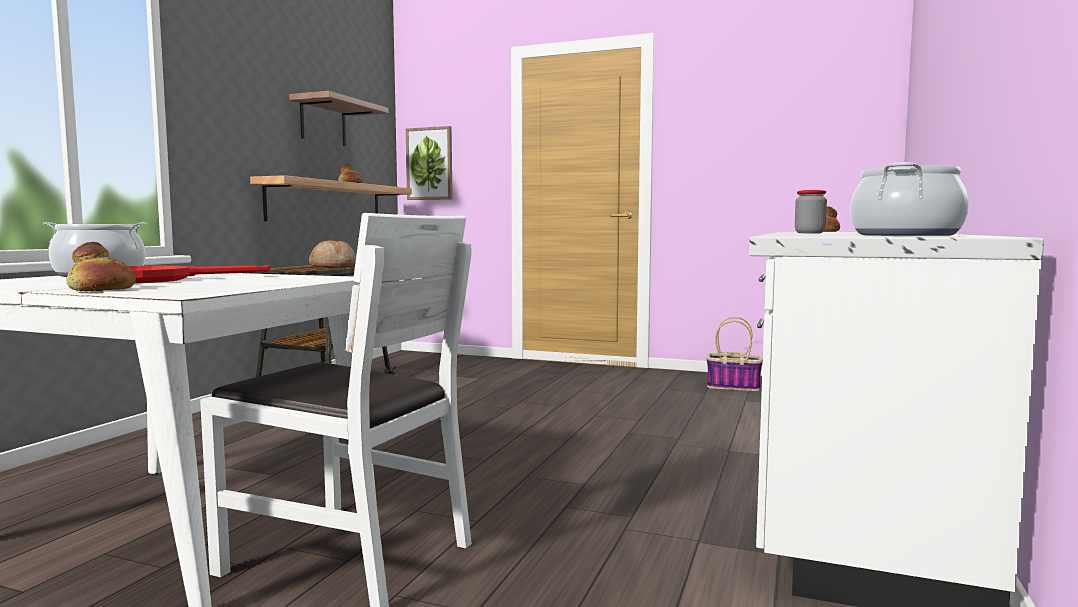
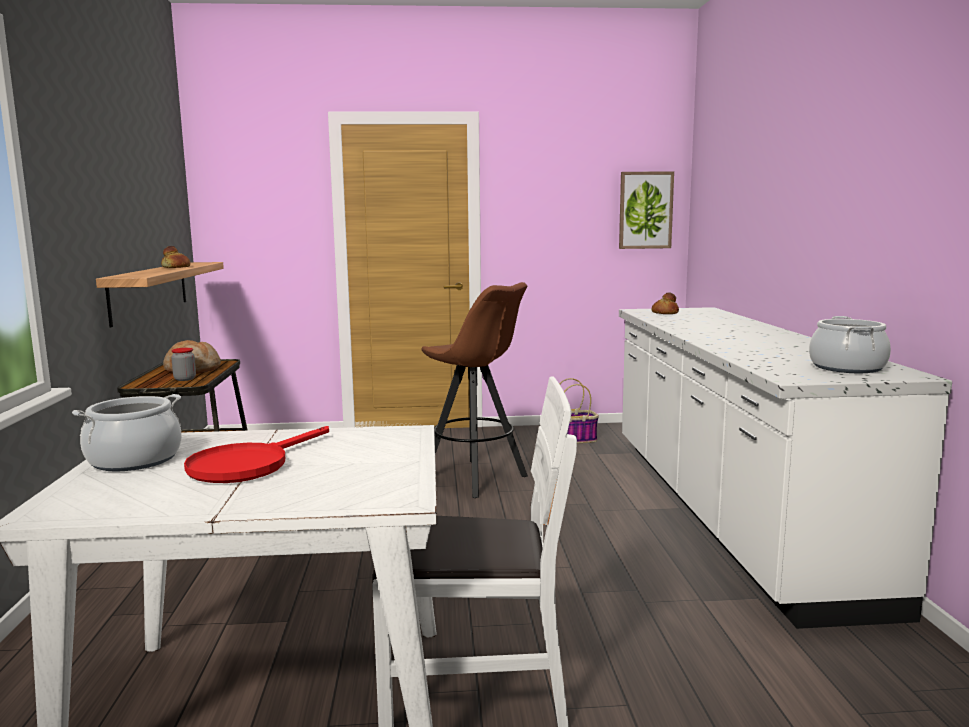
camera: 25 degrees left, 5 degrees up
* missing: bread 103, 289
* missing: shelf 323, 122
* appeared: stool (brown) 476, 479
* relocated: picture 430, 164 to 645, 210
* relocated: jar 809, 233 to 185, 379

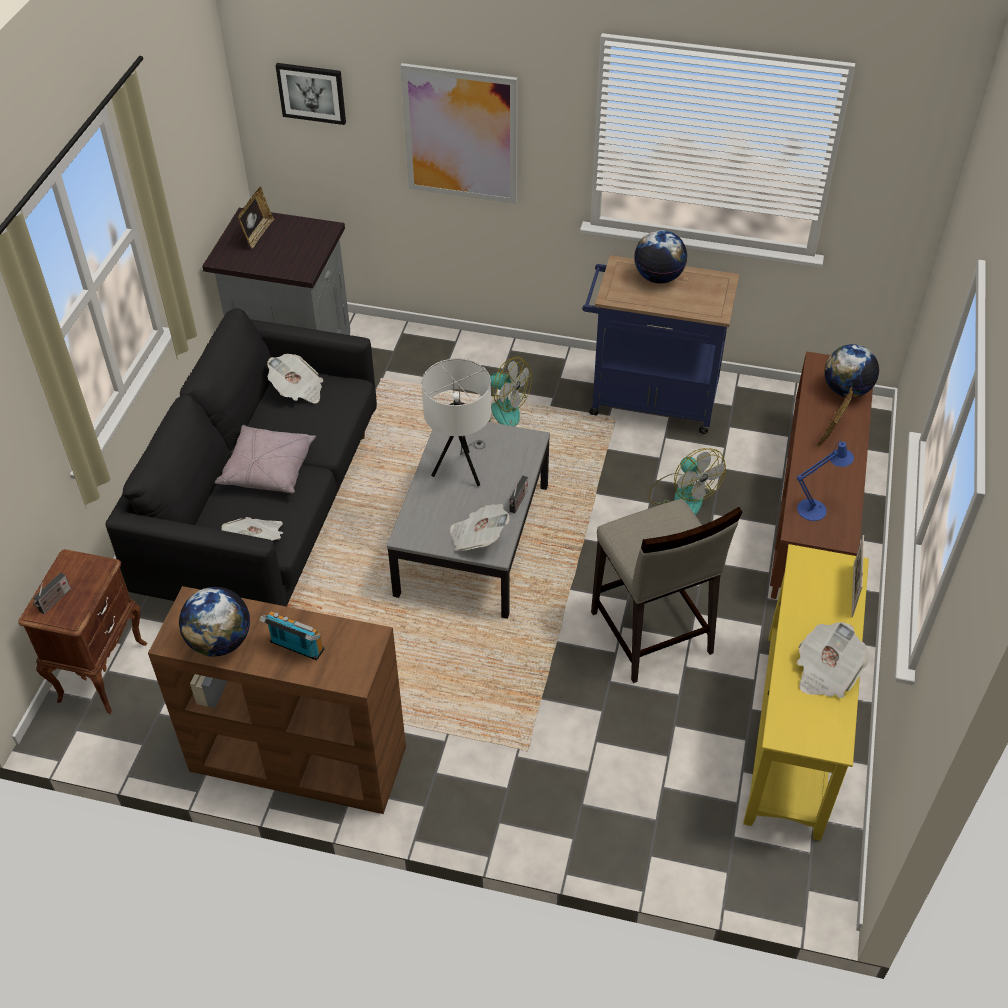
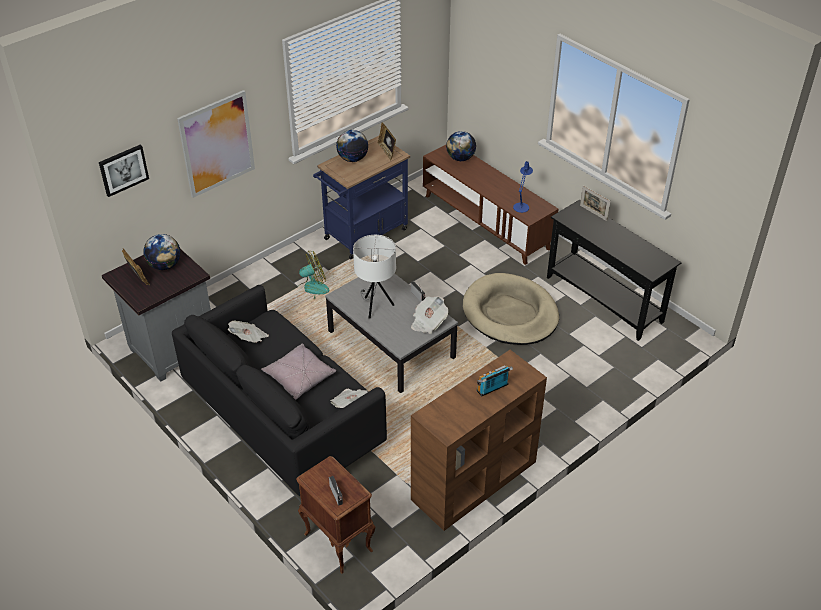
camera: 55 degrees left, 5 degrees down
* missing: fan 682, 495
* missing: newspaper 825, 672
* relocated: globe 220, 642 to 164, 265
* relocated: picture frame 831, 432 to 387, 151
* exchanged: stool (beige) 651, 633 to dog bed (beige) 510, 313
* colour: console table (yellow) 793, 734 to console table (black) 604, 299

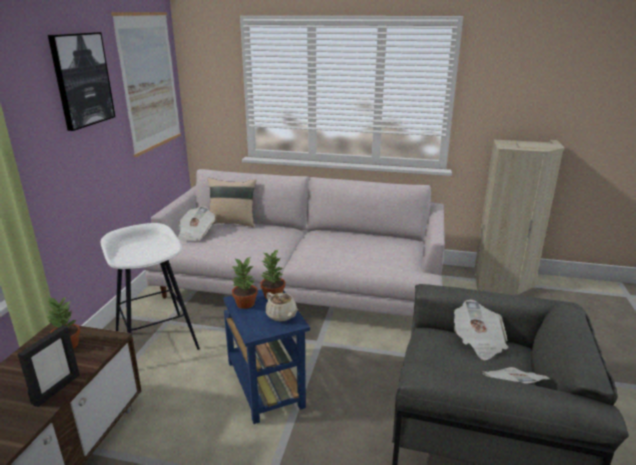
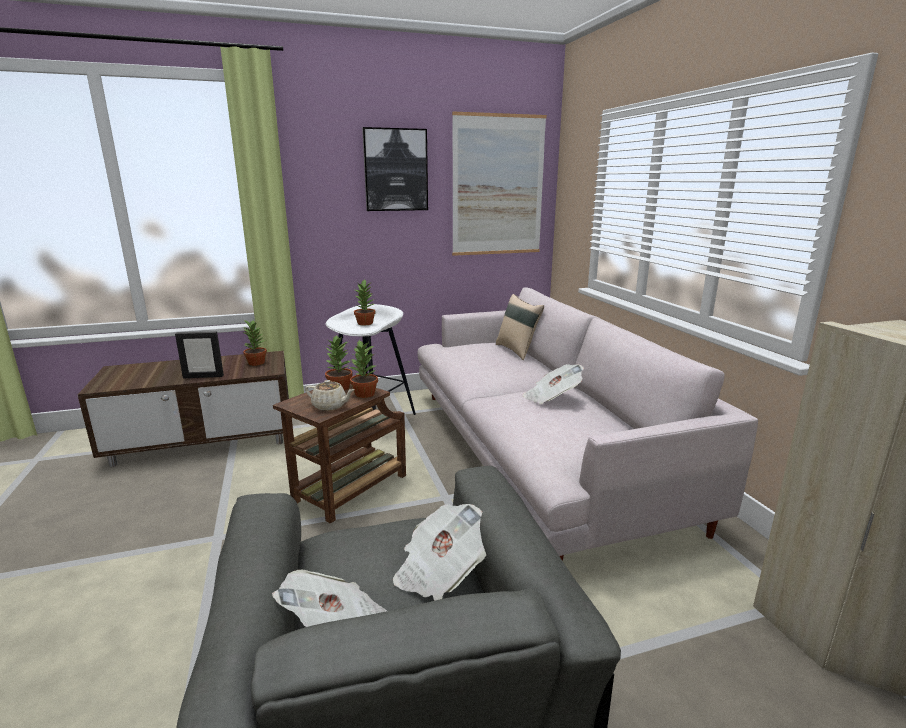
camera: 60 degrees right, 5 degrees down
* appeared: potted plant 365, 323
* relocated: newspaper 195, 234 to 551, 398
* colour: side table (blue) 265, 386 to side table (brown) 348, 490
* spun: teapot (beige) 282, 315 = 330, 406 90 degrees counterclockwise

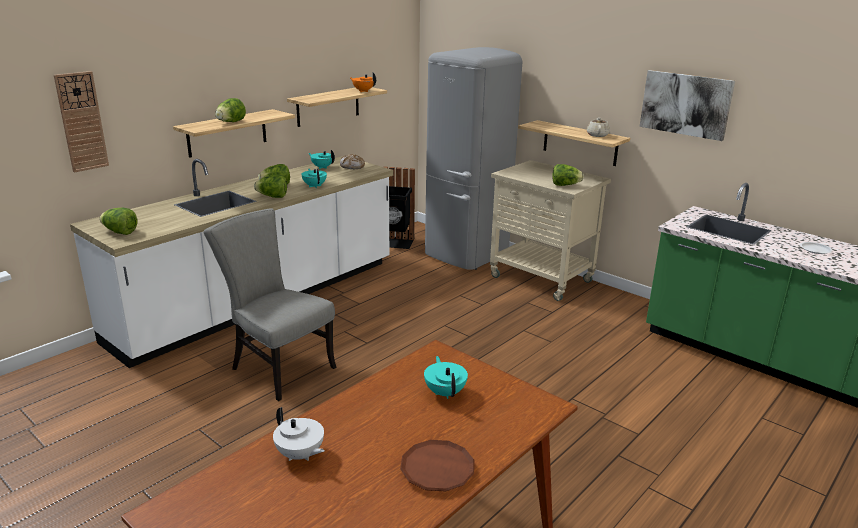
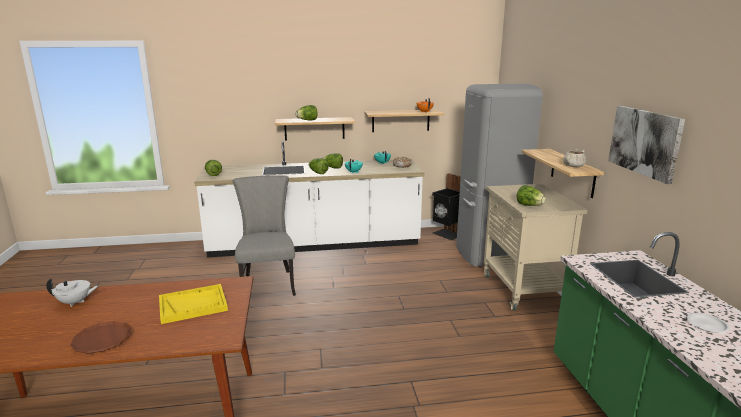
camera: 40 degrees right, 5 degrees down
* missing: wall clock 81, 122
* exchanged: teapot (turquoise) 445, 392 to tray (yellow) 193, 305
* spun: teapot (white) 300, 455 = 75, 302 90 degrees counterclockwise

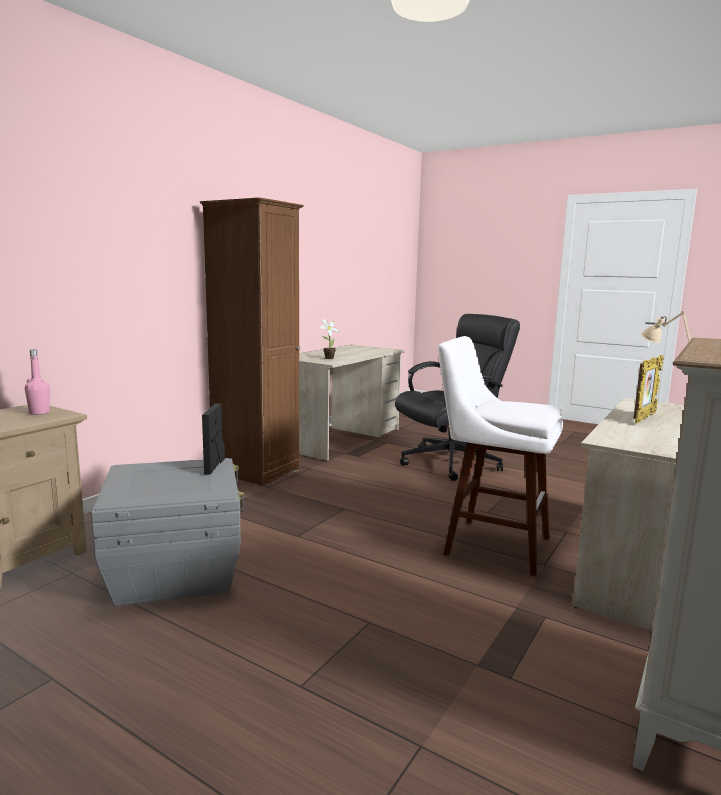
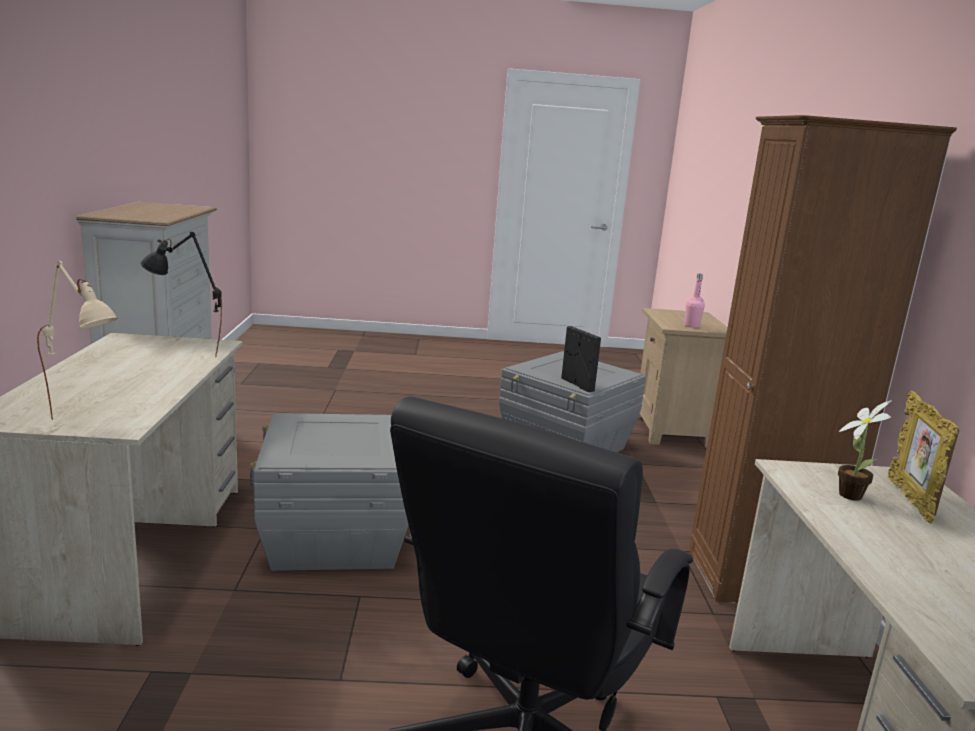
camera: 145 degrees right, 5 degrees up
* appeared: table lamp (black) 185, 356
* relocated: picture frame 644, 418 to 910, 500
* exchanged: stool (white) 490, 544 to storage box (grey) 334, 539

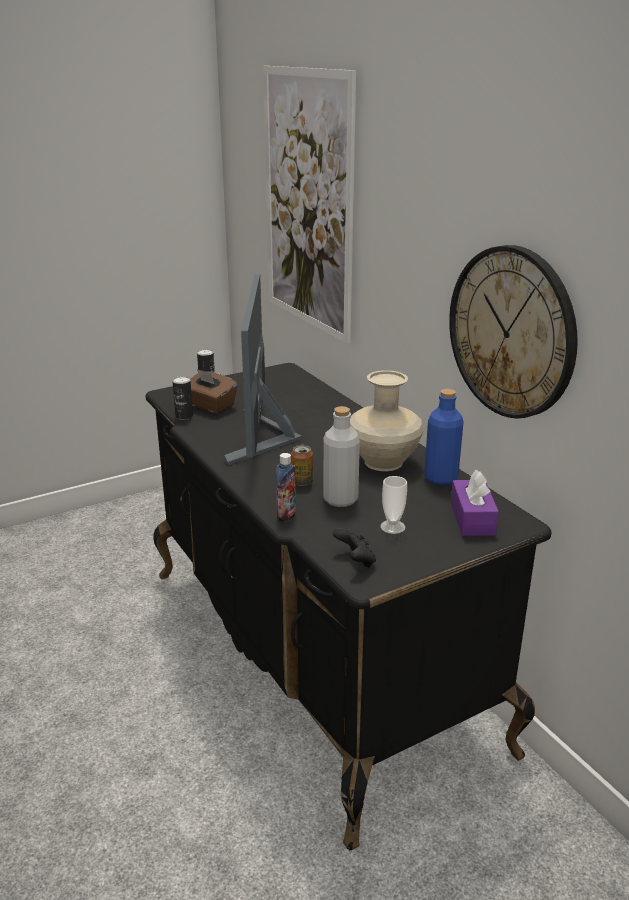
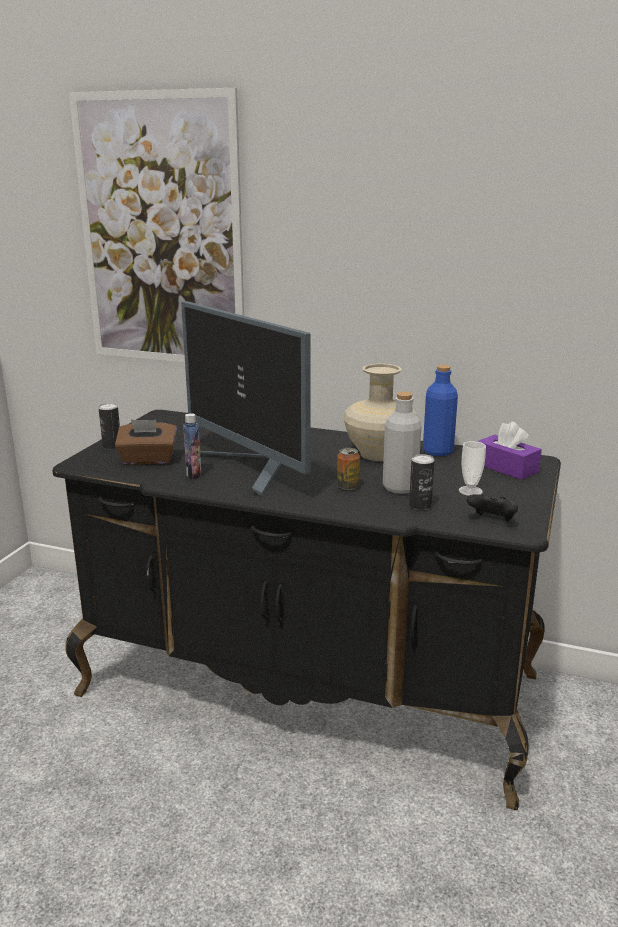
camera: 40 degrees left, 5 degrees down
* missing: wall clock 511, 332
* relocated: can 184, 416 to 420, 505
* relocated: bottle 286, 515 to 193, 474

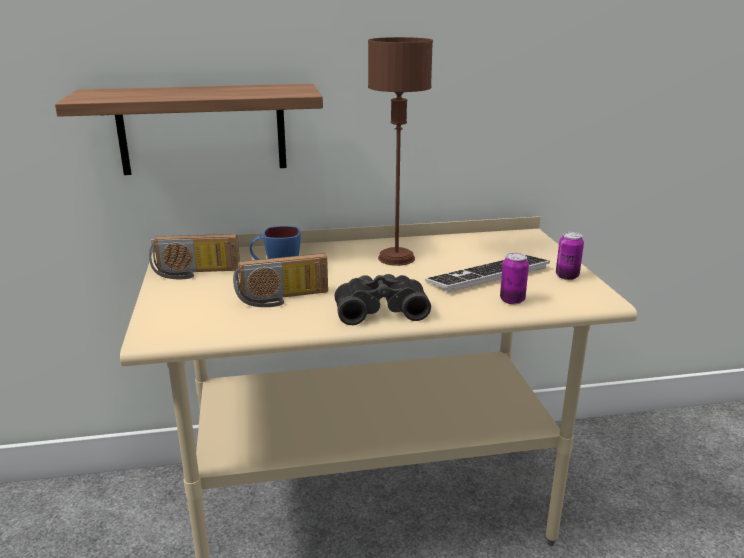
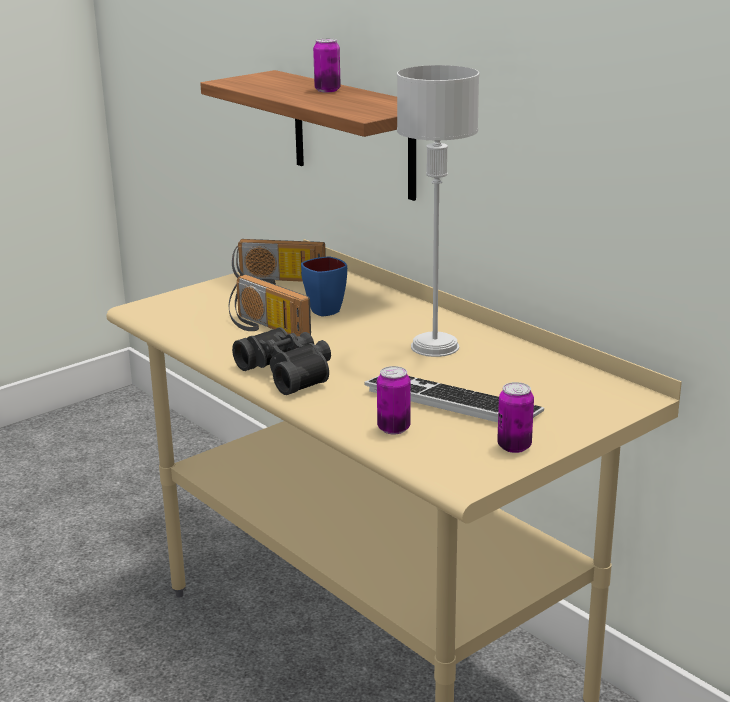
camera: 60 degrees right, 0 degrees up
* appeared: can 327, 90
* colour: table lamp (brown) 395, 258 to table lamp (grey) 434, 346
* spun: radio 195, 273 = 277, 281 45 degrees counterclockwise

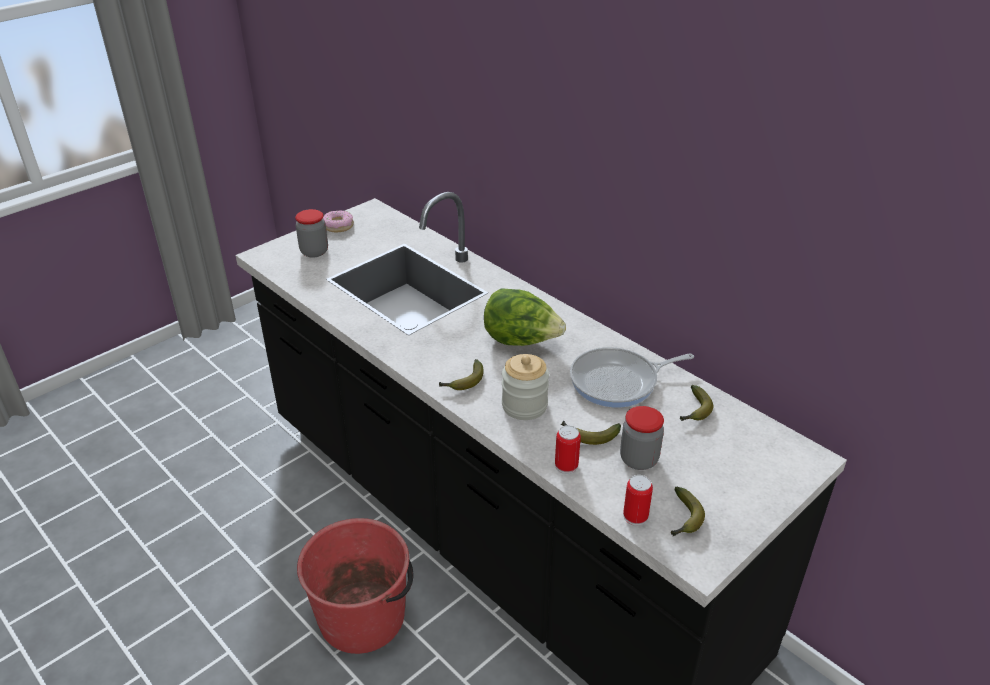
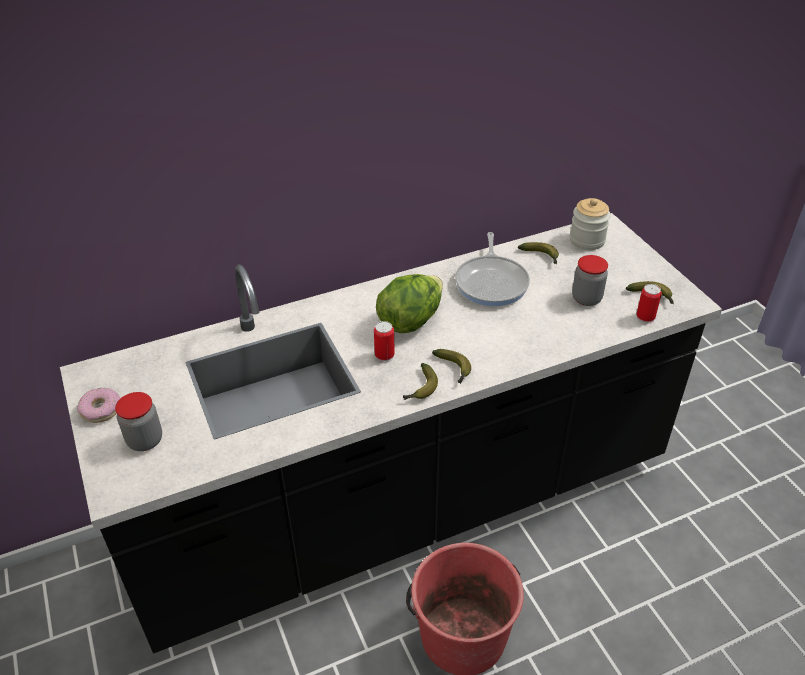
camera: 70 degrees left, 5 degrees up
* relocated: jar 524, 406 to 587, 240
* relocated: can 566, 466 to 384, 355
* relocated: banana 588, 436 to 420, 388

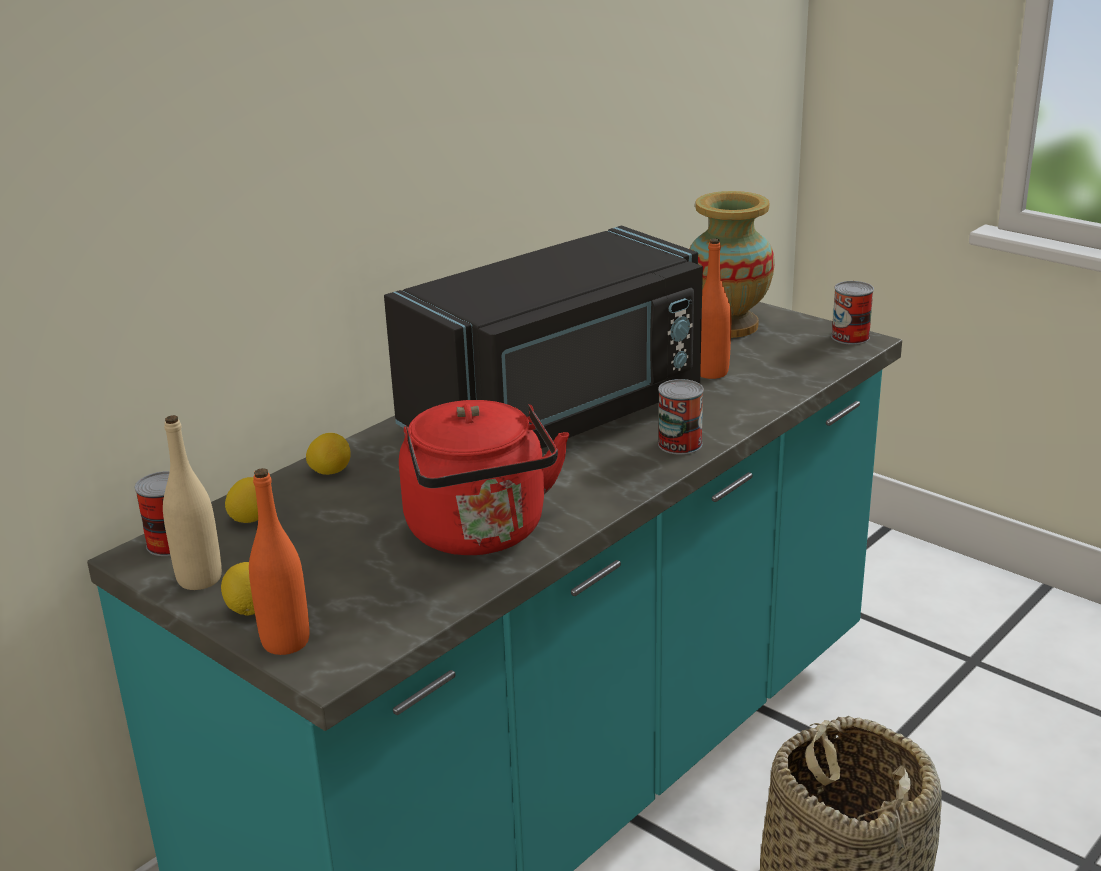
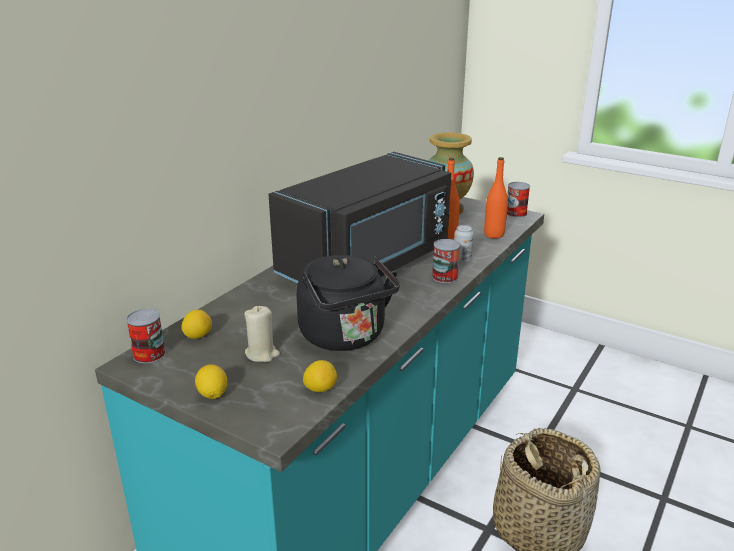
camera: 10 degrees left, 0 degrees up
* missing: bottle (beige) 199, 579
* appeared: candle (beige) 262, 354
* appeared: can 462, 259
* relocated: bottle (orange) 285, 642 to 494, 235
* relocated: lemon 330, 472 to 320, 389
* colour: kettle (red) 480, 534 to kettle (black) 346, 337

